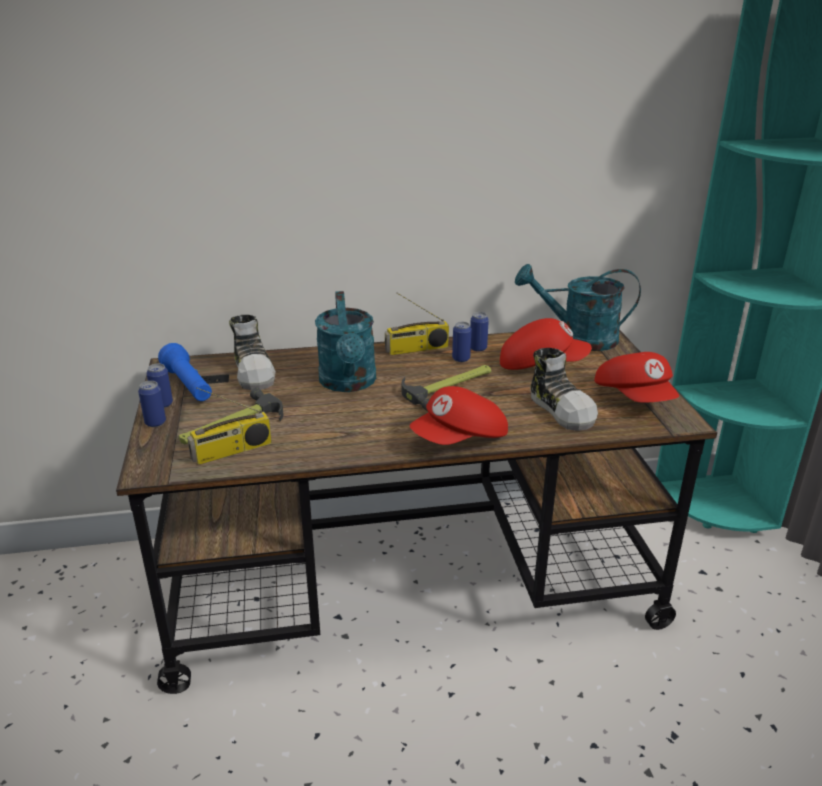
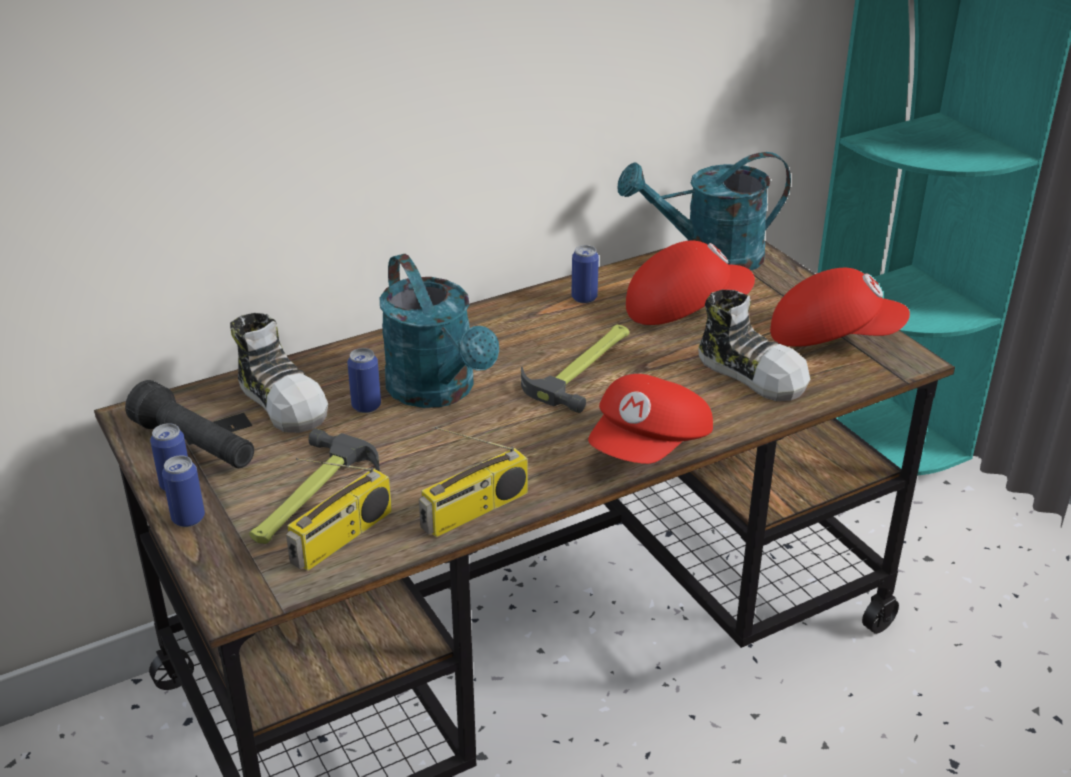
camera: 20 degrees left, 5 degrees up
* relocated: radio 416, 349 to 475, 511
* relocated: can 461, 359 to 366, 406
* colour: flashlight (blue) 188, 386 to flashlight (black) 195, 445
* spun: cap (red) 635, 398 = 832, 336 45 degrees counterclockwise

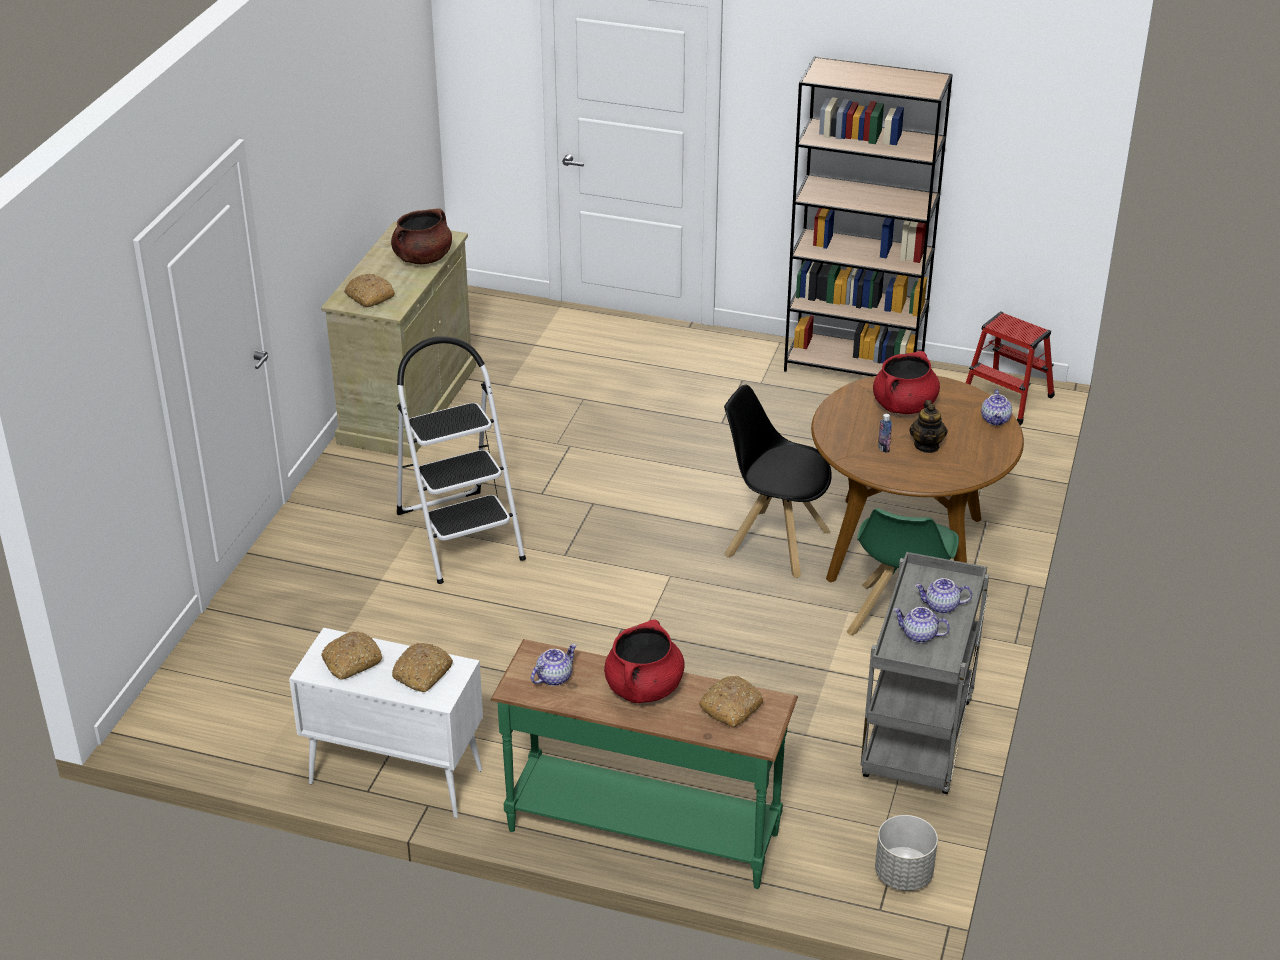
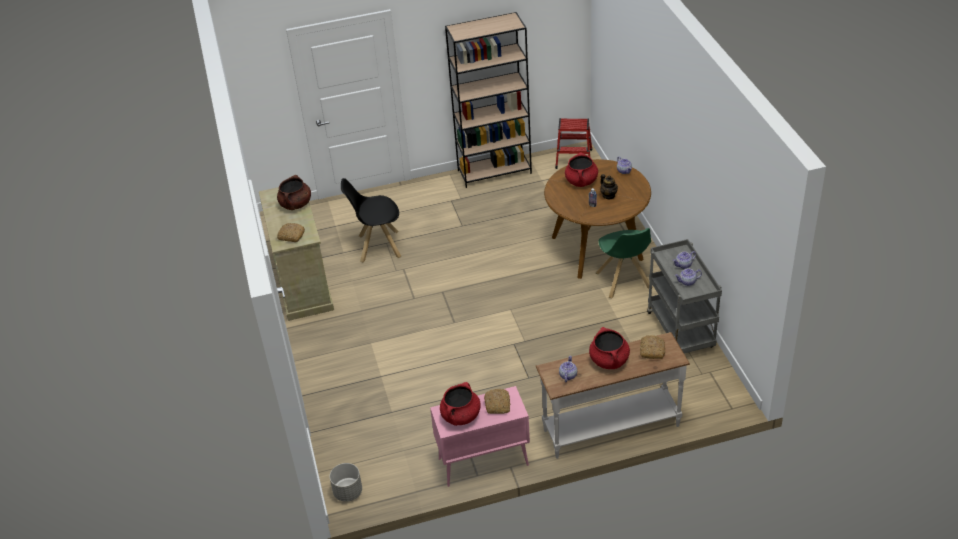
camera: 30 degrees left, 5 degrees up
* missing: step ladder 459, 534
* relocated: chair (black) 774, 542 to 378, 246
* relocated: planter (grey) 904, 875 to 348, 492
* exchanged: bread 351, 662 to cooking pot (red) 461, 416
* colour: cabinet (white) 394, 776 to cabinet (pink) 482, 462
* colour: console table (green) 644, 830 to console table (white) 610, 427

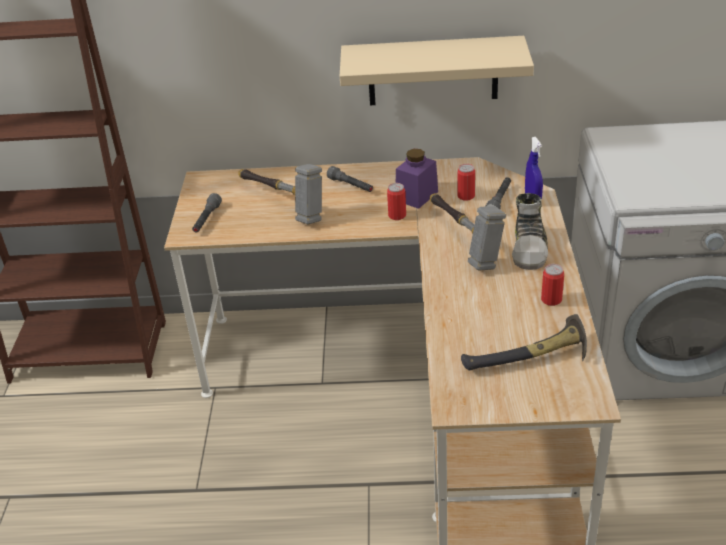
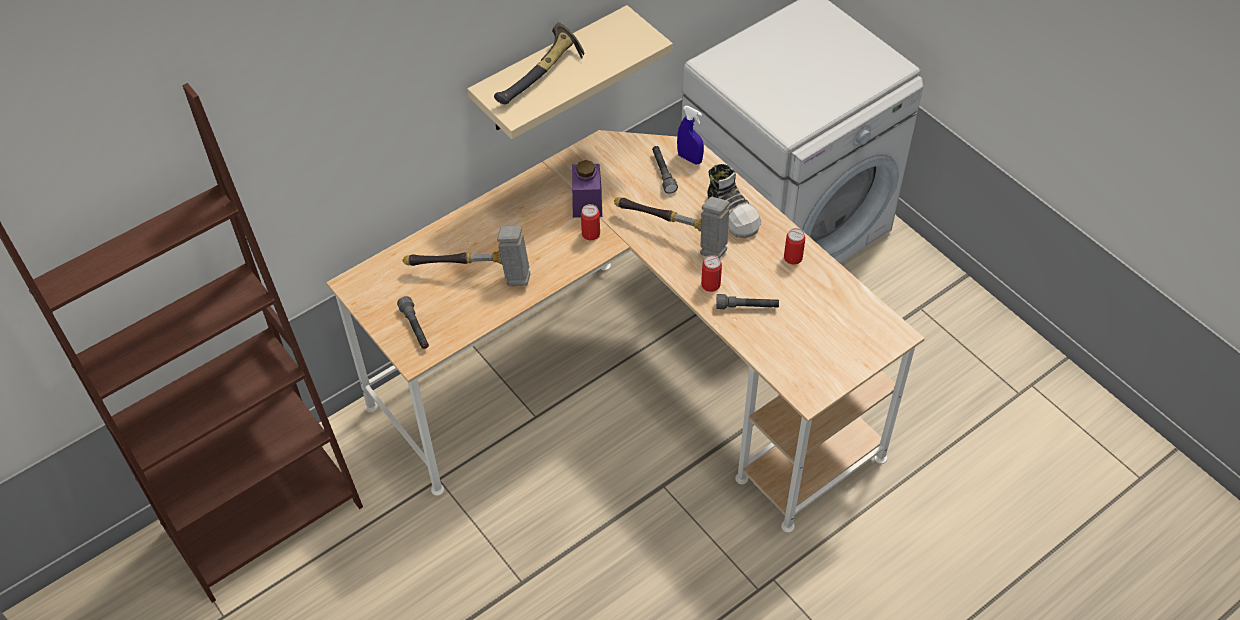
camera: 40 degrees left, 15 degrees up
* relocated: flashlight (grey) 351, 186 to 747, 307
* relocated: can 466, 196 to 710, 284
* relocated: hammer 530, 360 to 543, 75

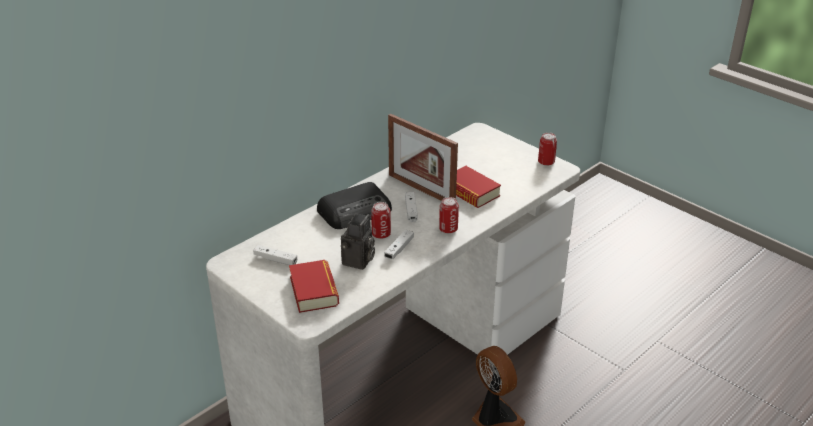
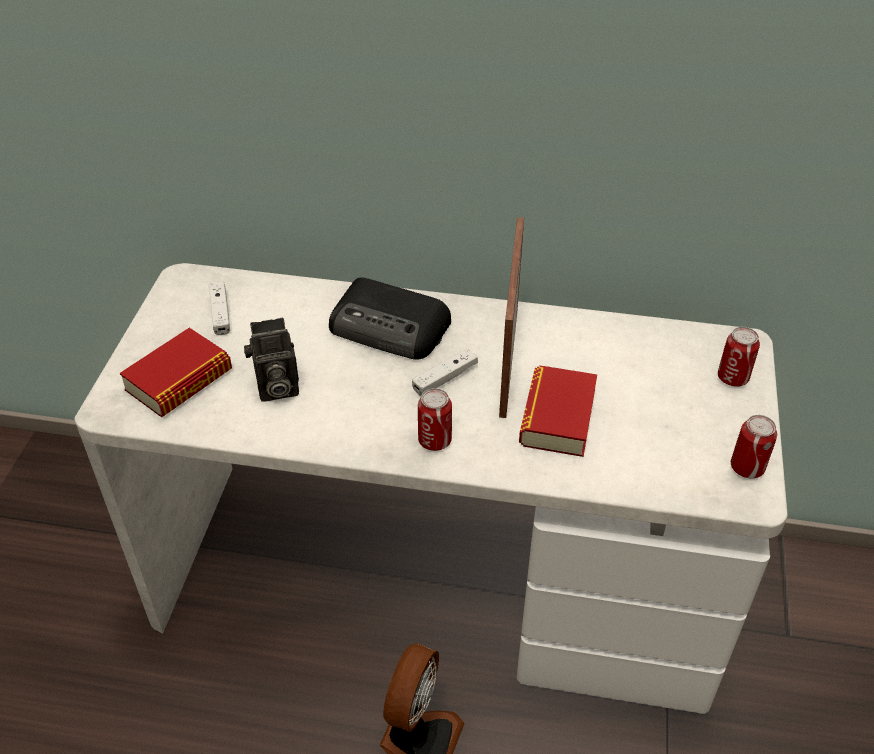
camera: 55 degrees right, 10 degrees up
* missing: game controller (white) 399, 249
* relocated: can 381, 234 to 732, 378

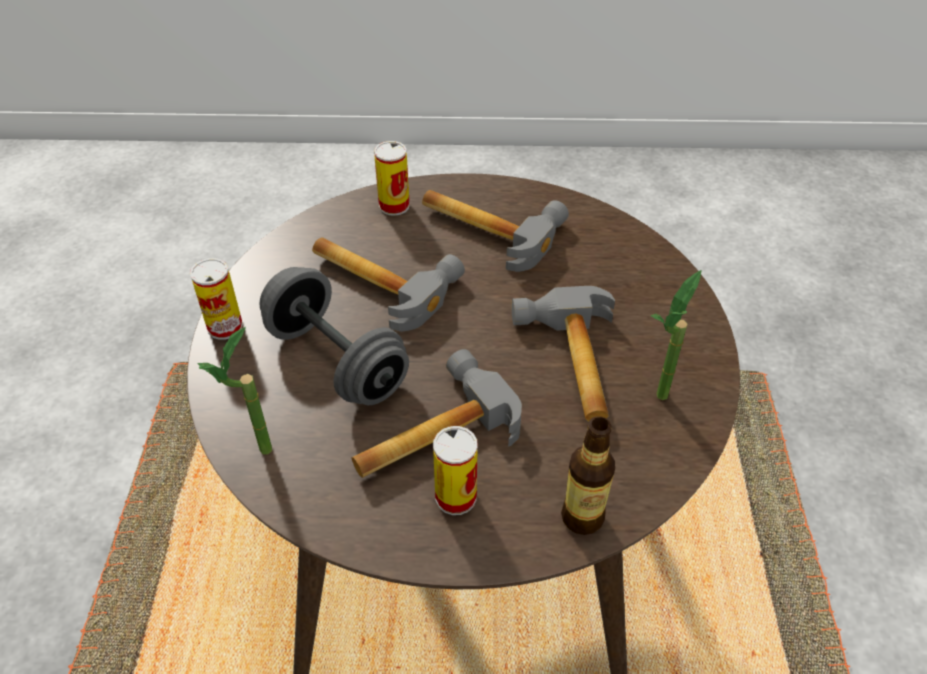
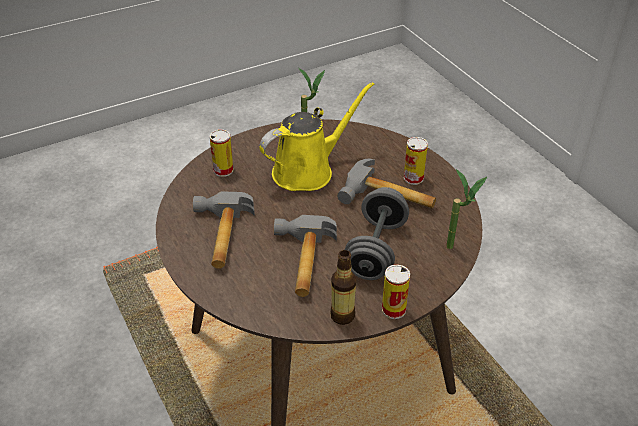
camera: 120 degrees left, 5 degrees down
* relocated: can 394, 205 to 223, 170
* relocated: bottle 582, 517 to 342, 316
* exchanged: hammer 571, 364 to watering can (yellow) 308, 170

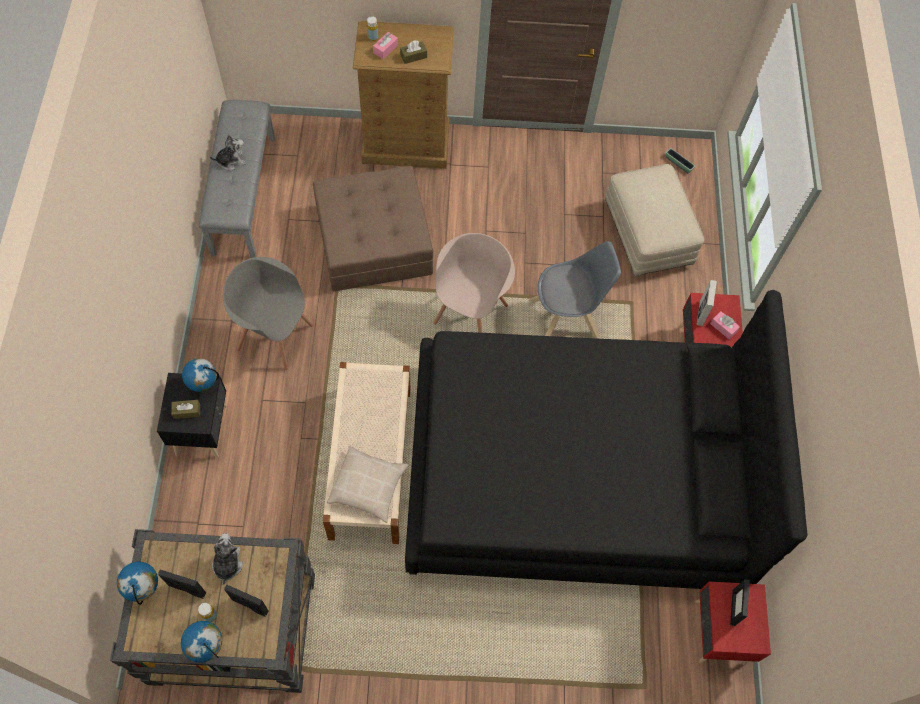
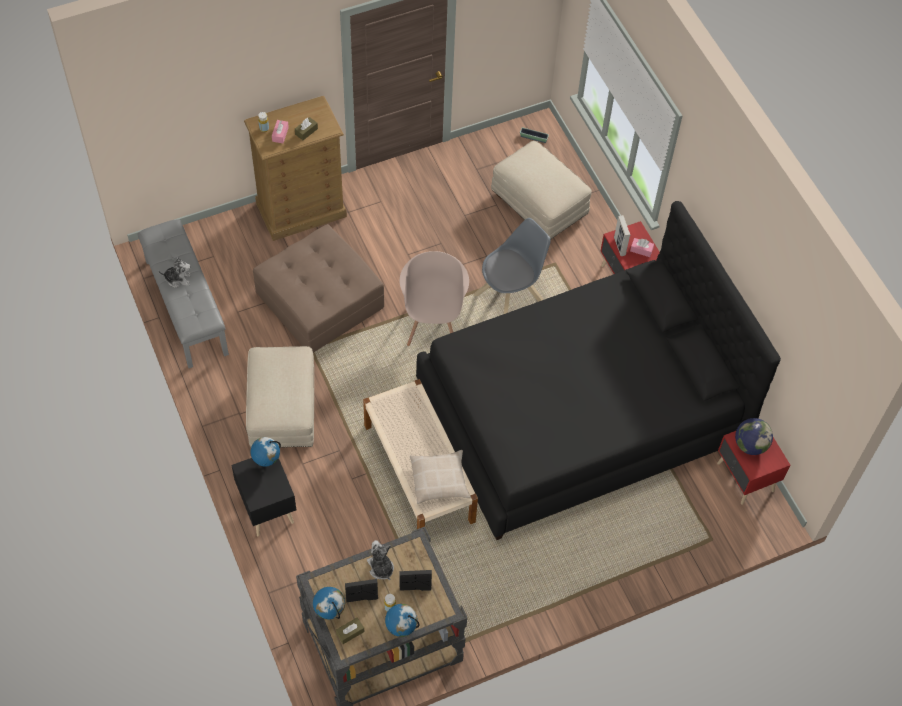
camera: 25 degrees left, 5 degrees down
* relocated: tissue box (brown) 187, 411 to 350, 632
* exchanged: chair (grey) 274, 336 to ottoman (beige) 282, 410
* exchanged: picture frame 734, 607 to globe 750, 445
* spun: plush toy 231, 161 = 178, 279 45 degrees clockwise

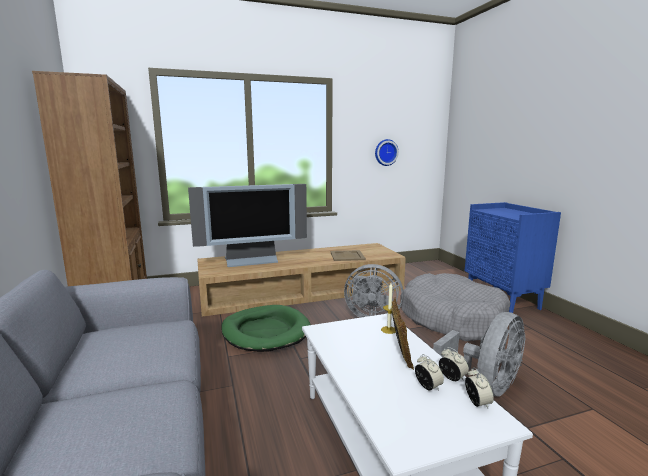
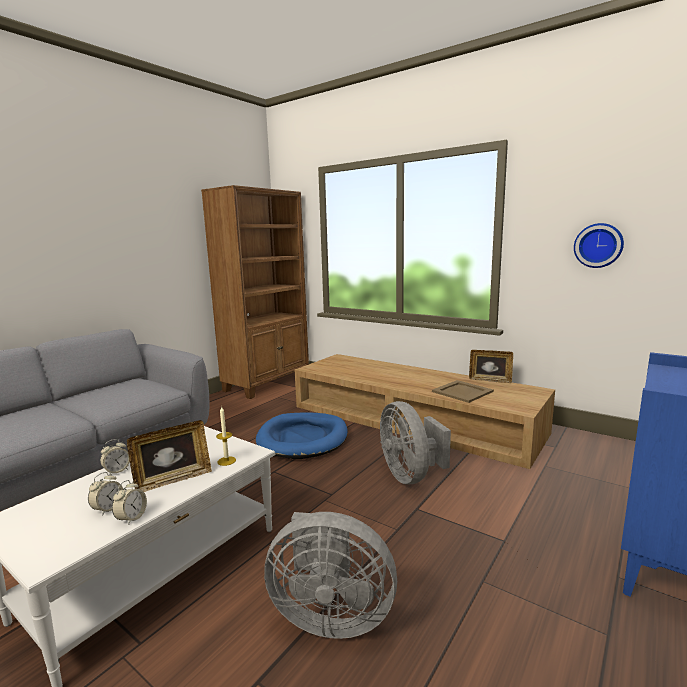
camera: 55 degrees right, 0 degrees up
* missing: television 251, 261
* missing: dog bed (grey) 451, 318
* appeared: picture frame 490, 380
* relocated: alarm clock 477, 403 to 117, 471
* colour: dog bed (green) 265, 331 to dog bed (blue) 303, 439

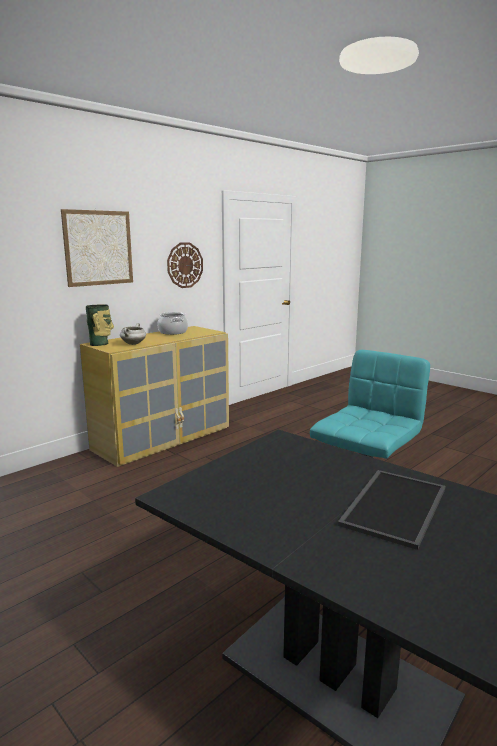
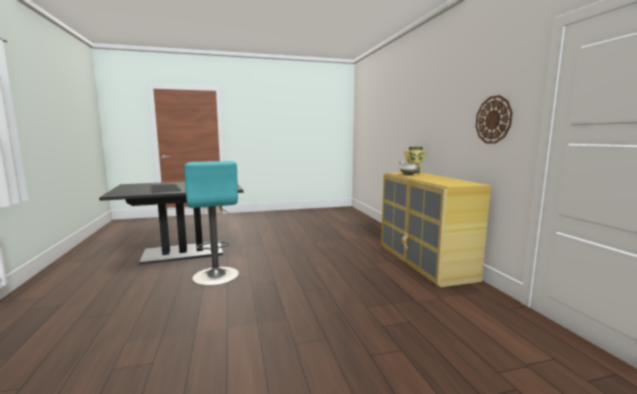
camera: 120 degrees right, 5 degrees down
* missing: picture 98, 247
* missing: cooking pot 173, 332

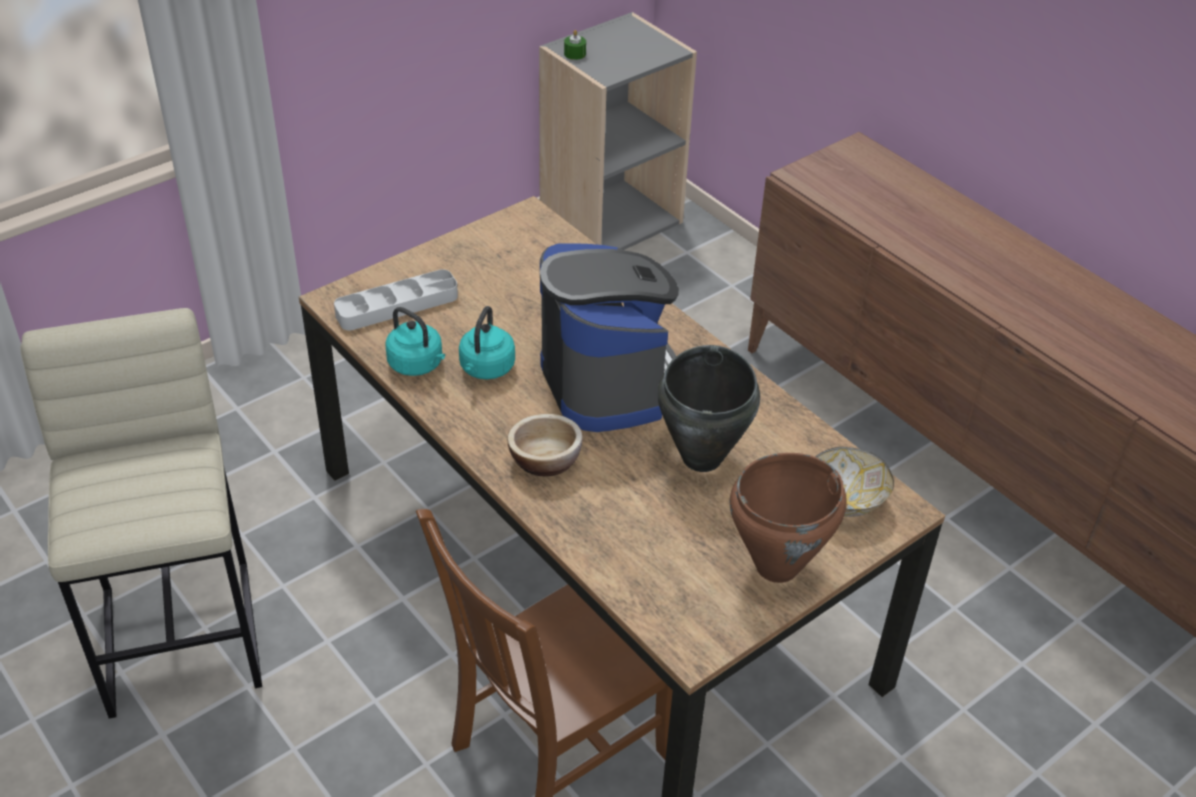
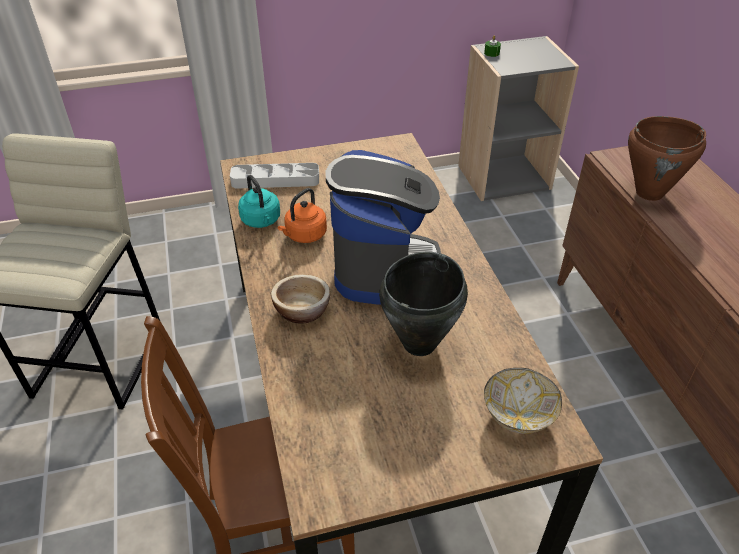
camera: 25 degrees right, 0 degrees up
* relocated: cooking pot (brown) 778, 567 to 650, 193
* colour: kettle (turquoise) 486, 369 to kettle (orange) 304, 235

